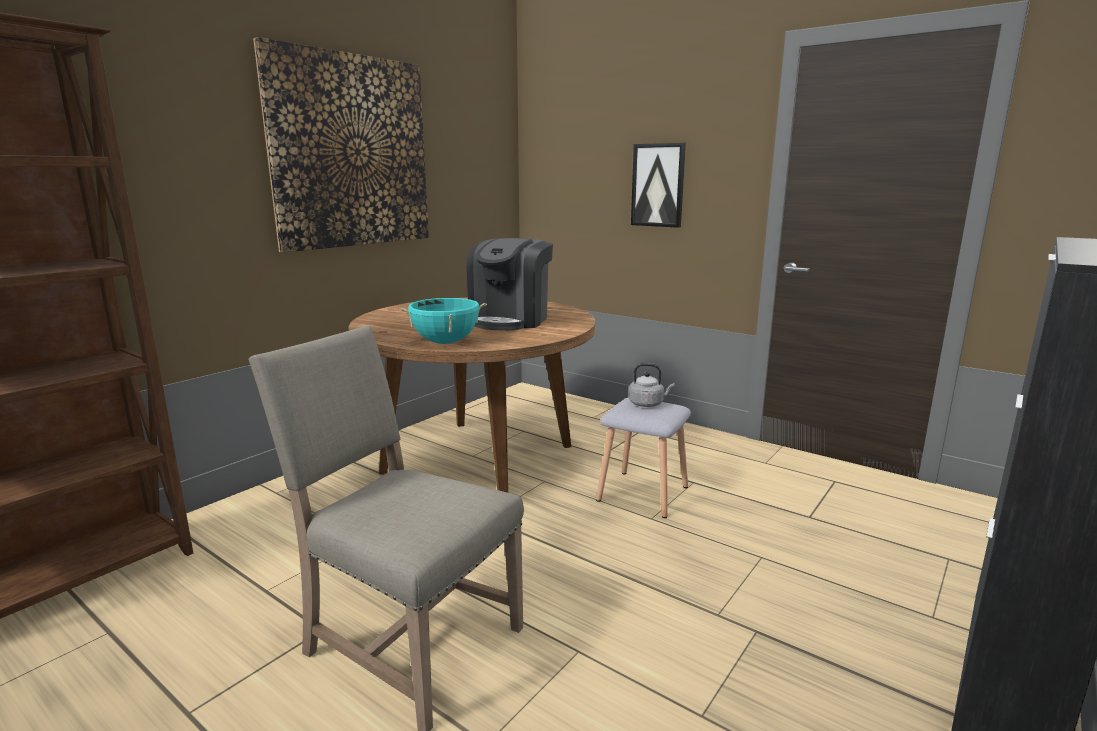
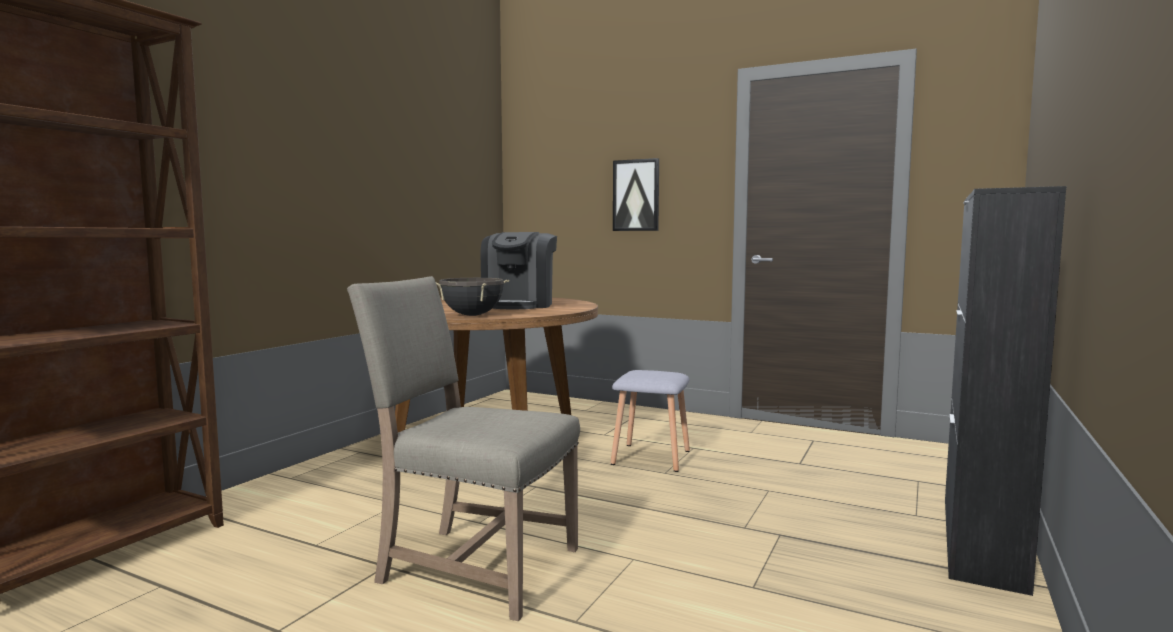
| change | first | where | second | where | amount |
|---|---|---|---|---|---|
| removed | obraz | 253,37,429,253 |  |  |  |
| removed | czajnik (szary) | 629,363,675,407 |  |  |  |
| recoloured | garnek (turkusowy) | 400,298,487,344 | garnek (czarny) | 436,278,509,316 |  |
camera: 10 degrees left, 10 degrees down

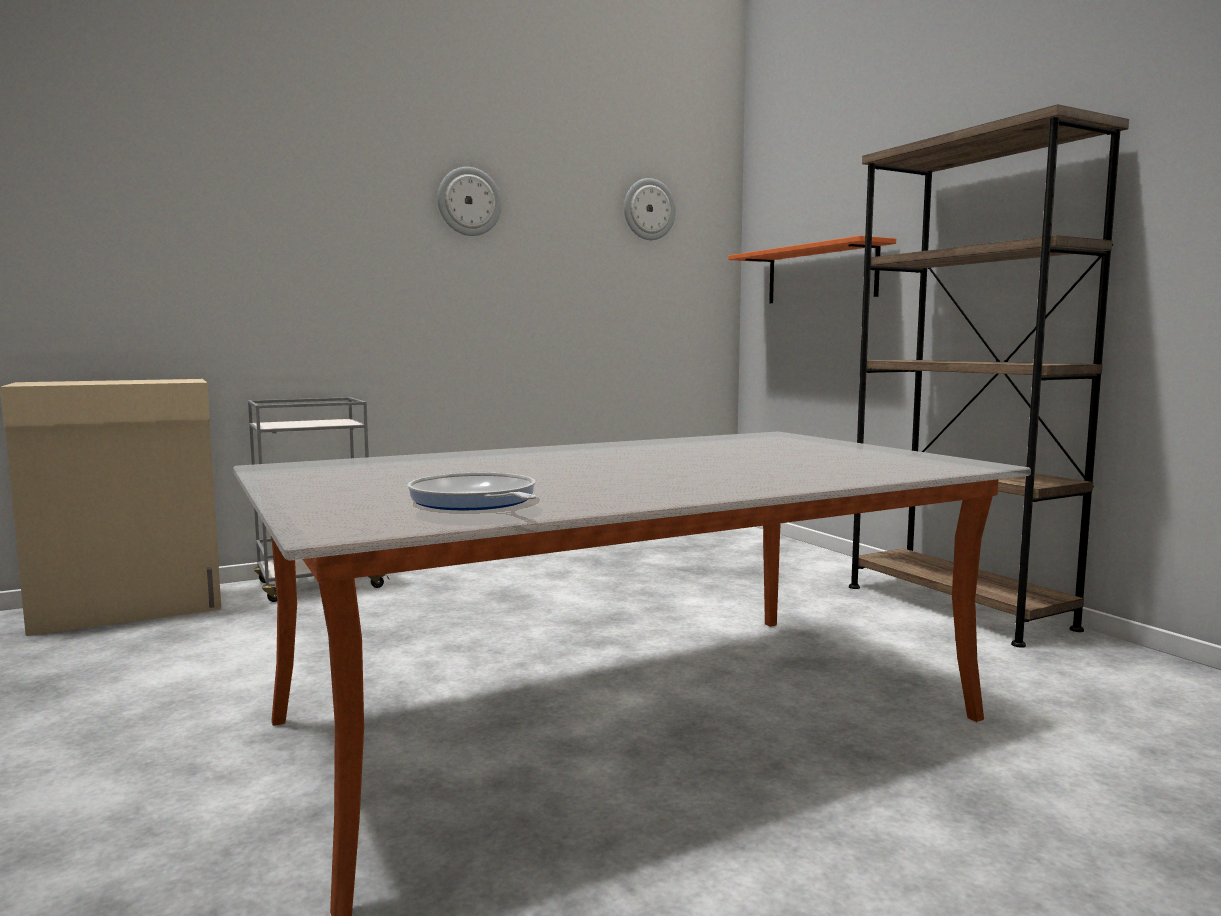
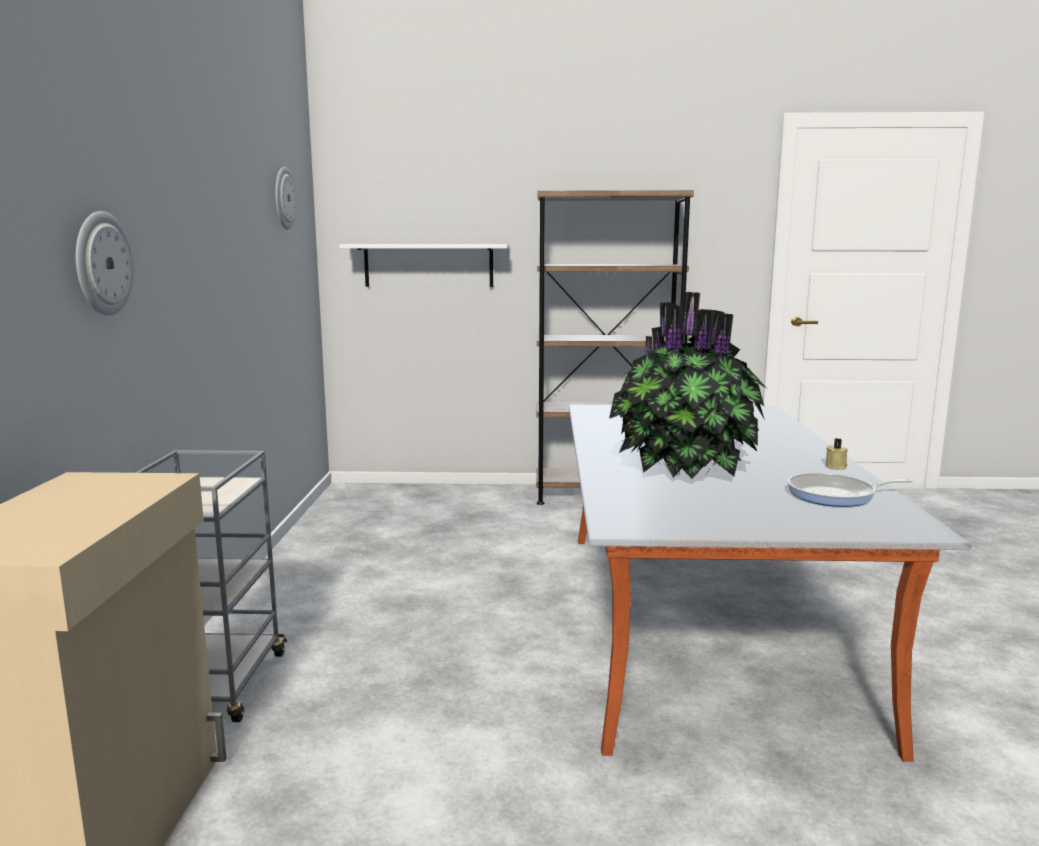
| change | first | where | second | where | amount |
|---|---|---|---|---|---|
| added |  |  | roślina doniczkowa | 609,292,766,479 |  |
| added |  |  | świeca (beżowy) | 826,438,848,470 |  |
| moved | zegar ścienny | 438,167,502,236 |  | 76,211,134,316 |  |
| recoloured | półka (pomarańczowy) | 728,235,896,303 | półka (biały) | 339,244,509,287 |  |
camera: 60 degrees left, 5 degrees up

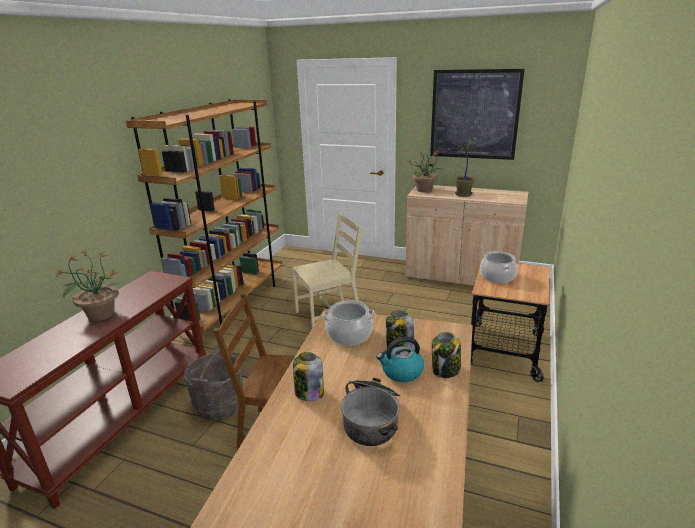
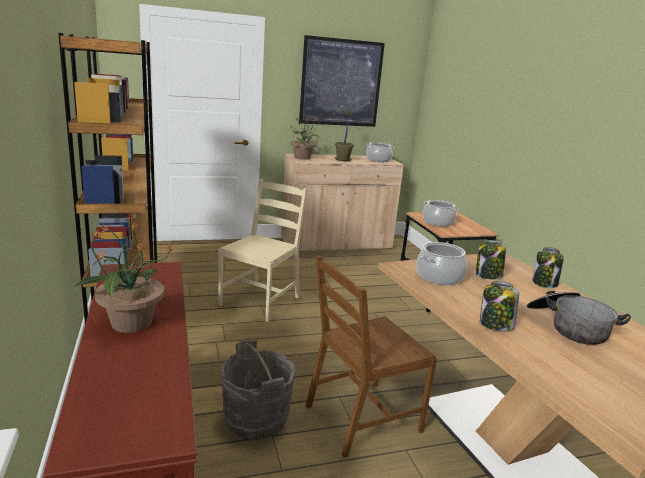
| change | first | where | second | where | amount |
|---|---|---|---|---|---|
| removed | czajnik | 376,337,424,382 |  |  |  |
| added |  |  | garnek | 365,142,395,162 |  |
camera: 40 degrees left, 5 degrees down

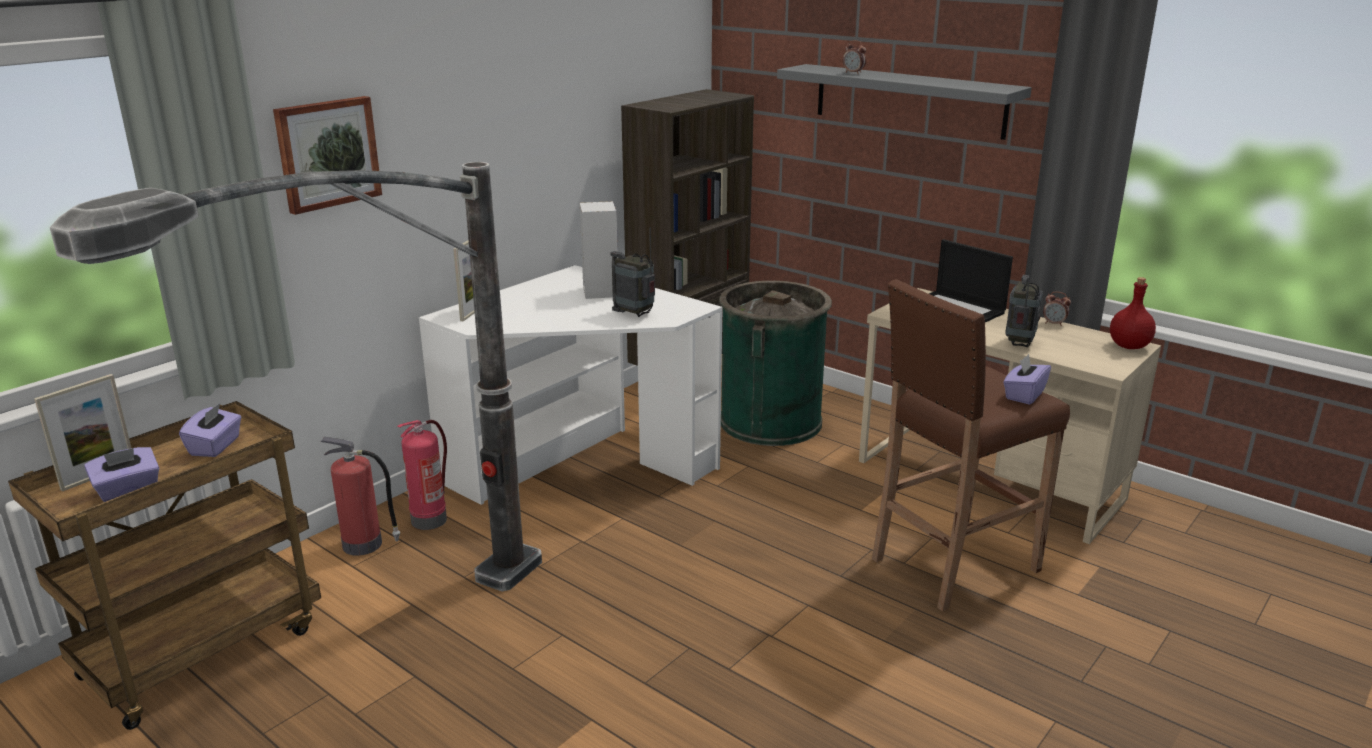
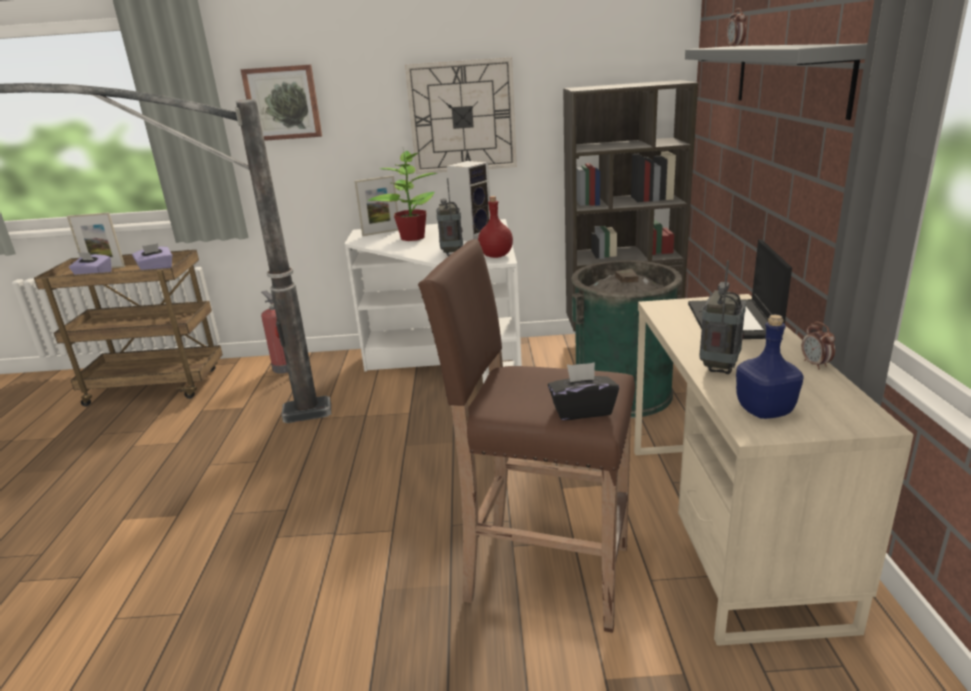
| change | first | where | second | where | amount |
|---|---|---|---|---|---|
| removed | gaśnica | 397,420,447,530 |  |  |  |
| added |  |  | roślina doniczkowa | 367,149,437,241 |  |
| added |  |  | zegar ścienny | 405,57,517,174 |  |
| added |  |  | butelka (niebieski) | 736,315,803,419 |  |
| moved | butelka (czerwony) | 1110,277,1156,349 |  | 478,196,513,258 |  |
| recoloured | pudełko chusteczek (fioletowy) | 1003,354,1051,405 | pudełko chusteczek (czarny) | 548,362,619,420 |  |
| turned | radio | 1005,258,1043,347 |  | 699,260,746,374 | 45 degrees counterclockwise |
camera: 50 degrees right, 0 degrees up

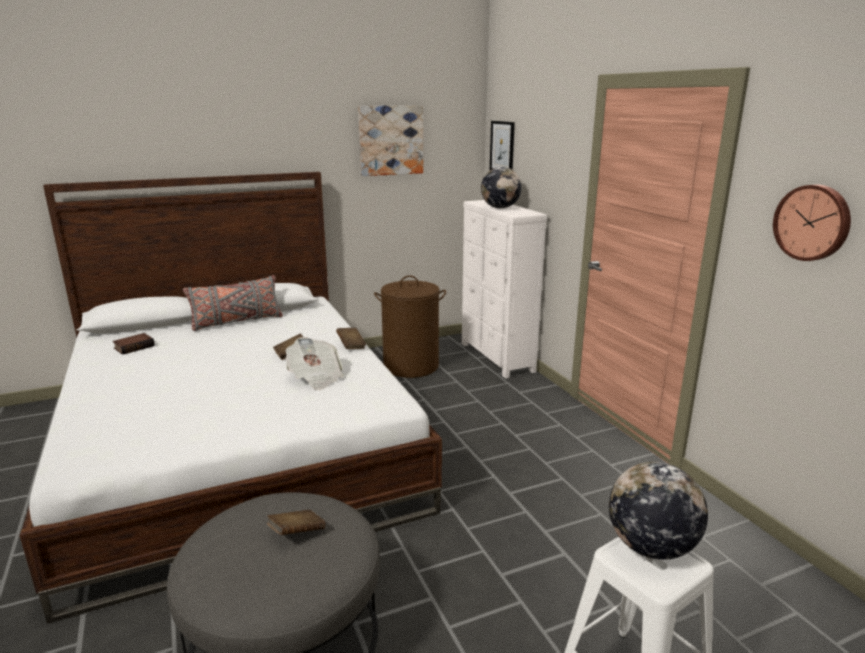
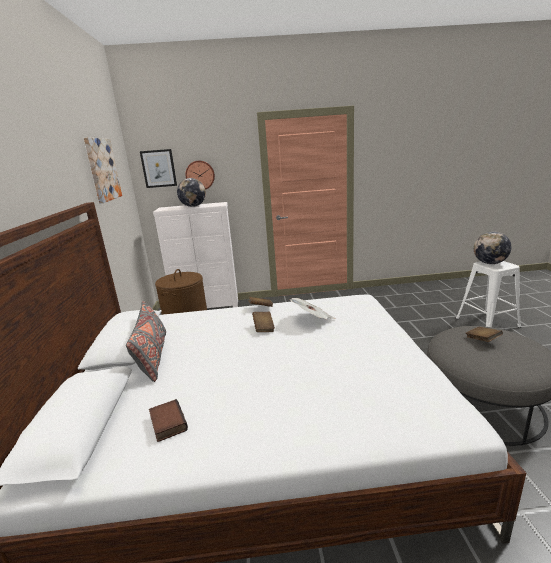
| change | first | where | second | where | amount |
|---|---|---|---|---|---|
| moved | zegar ścienny | 773,185,851,261 |  | 185,161,215,190 |  |
camera: 70 degrees left, 0 degrees up

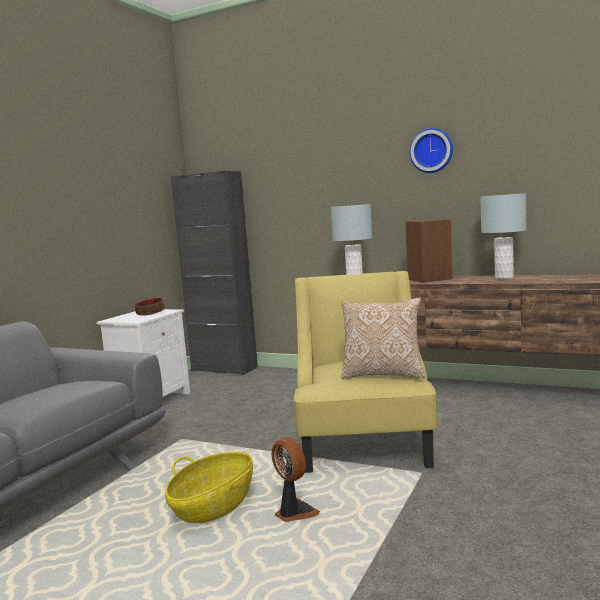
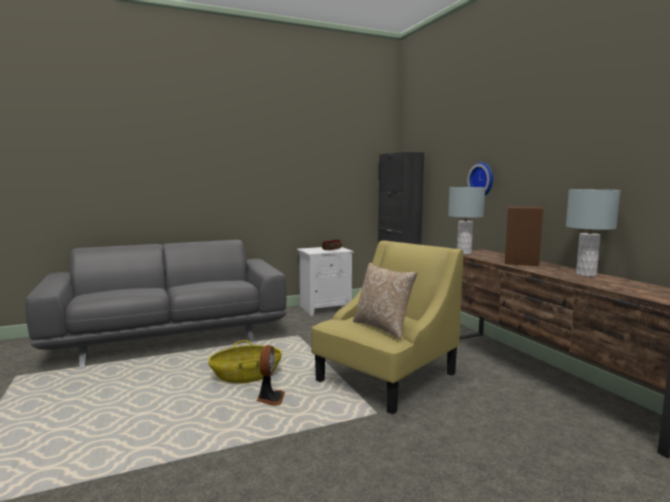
| change | first | where | second | where | amount |
|---|---|---|---|---|---|
| moved | zegar ścienny | 410,128,453,173 |  | 467,162,493,196 |  |
camera: 40 degrees right, 0 degrees up

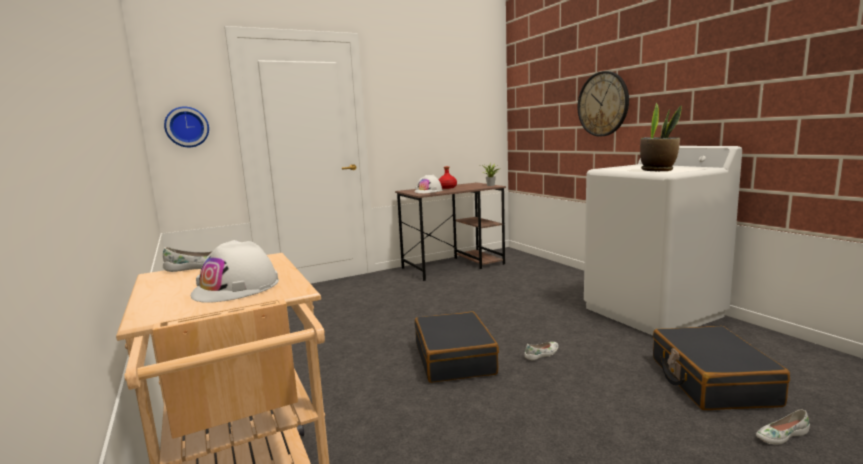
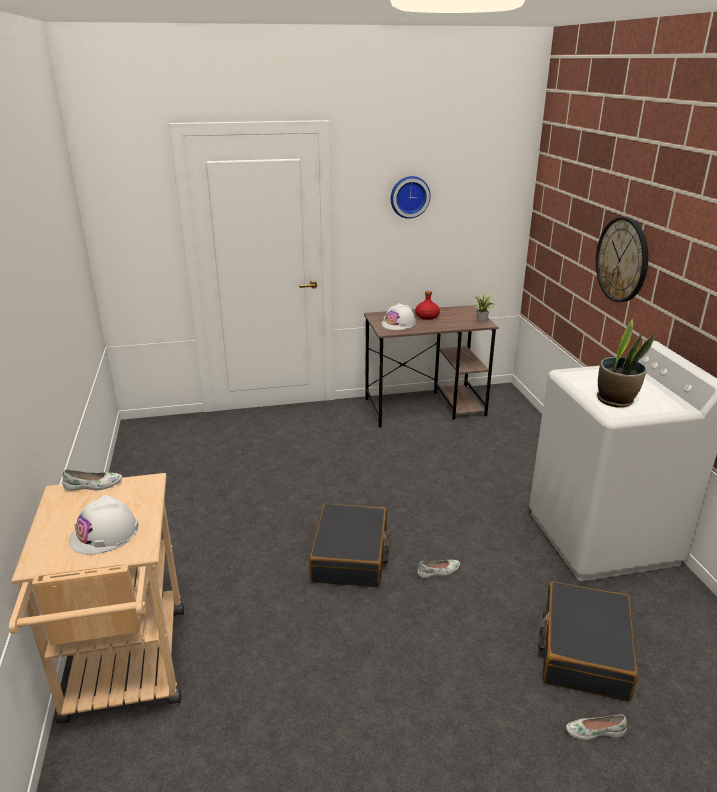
| change | first | where | second | where | amount |
|---|---|---|---|---|---|
| moved | zegar ścienny | 164,107,209,147 |  | 391,176,430,219 |  |
camera: 15 degrees right, 15 degrees up

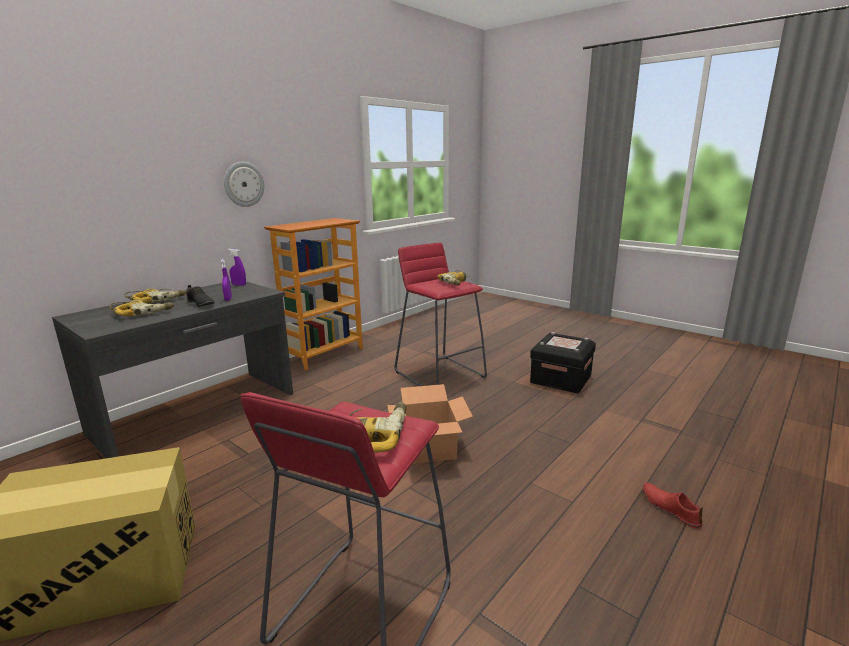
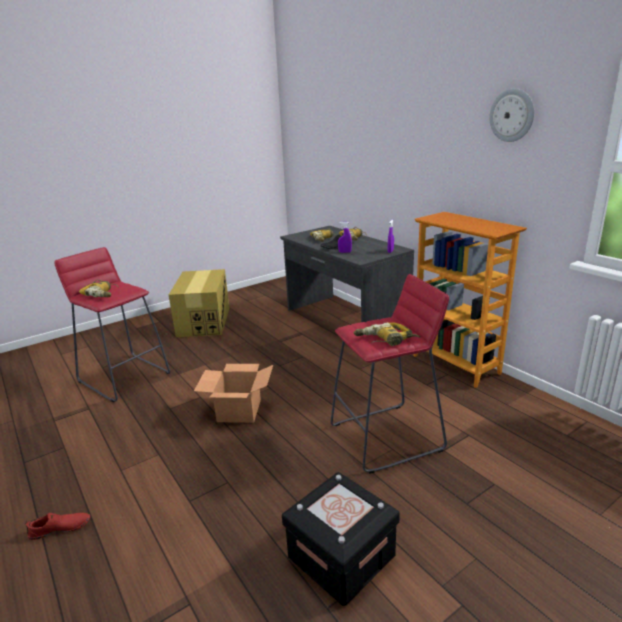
| change | first | where | second | where | amount |
|---|---|---|---|---|---|
| moved | zegar ścienny | 224,162,264,207 |  | 489,88,534,142 |  |
camera: 105 degrees right, 5 degrees up

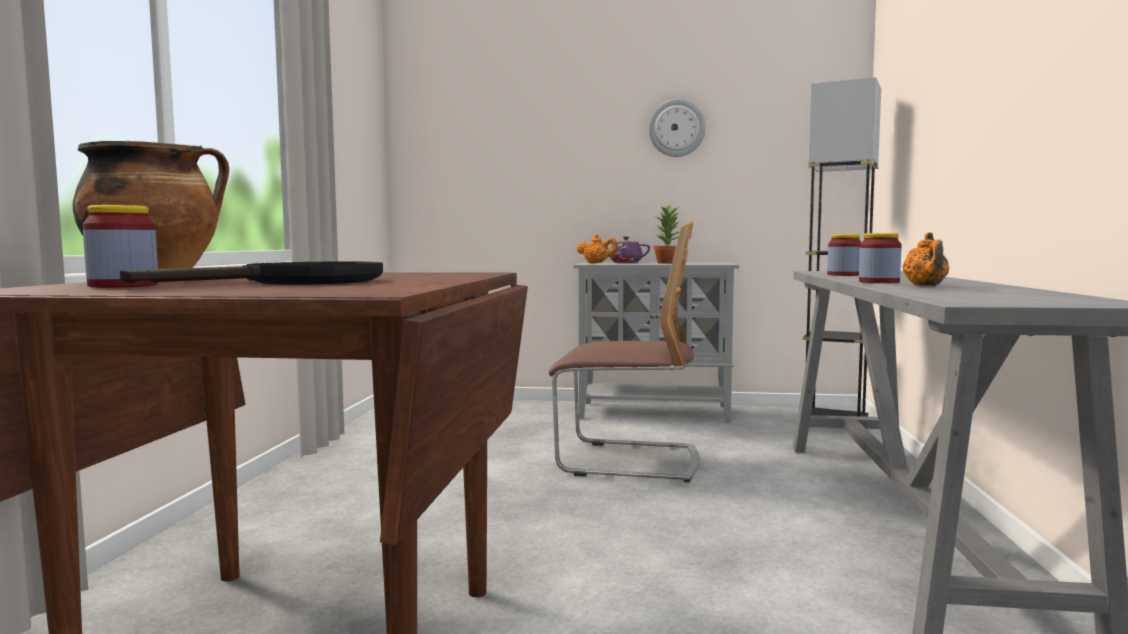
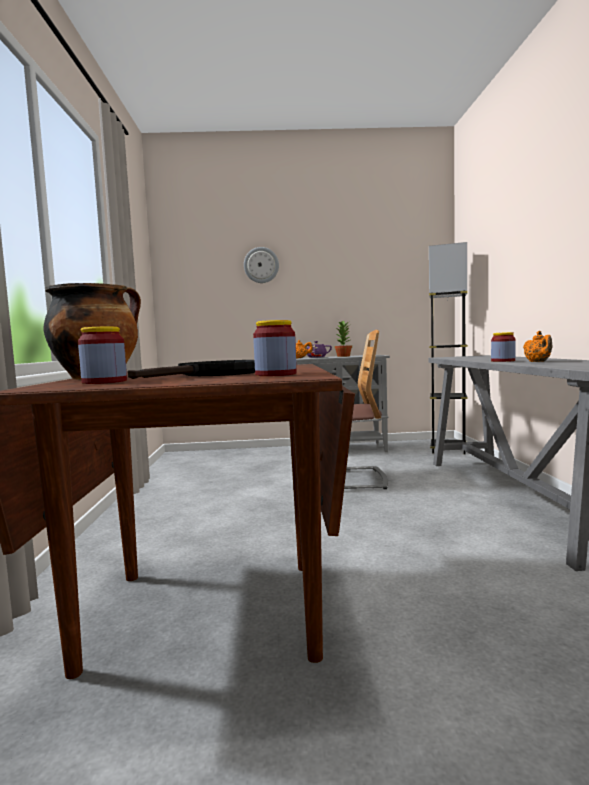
| change | first | where | second | where | amount |
|---|---|---|---|---|---|
| moved | zegar ścienny | 649,99,706,157 |  | 244,247,279,283 |  |
| moved | słoik | 827,234,862,276 |  | 253,320,297,376 |  |
camera: 10 degrees left, 0 degrees up

